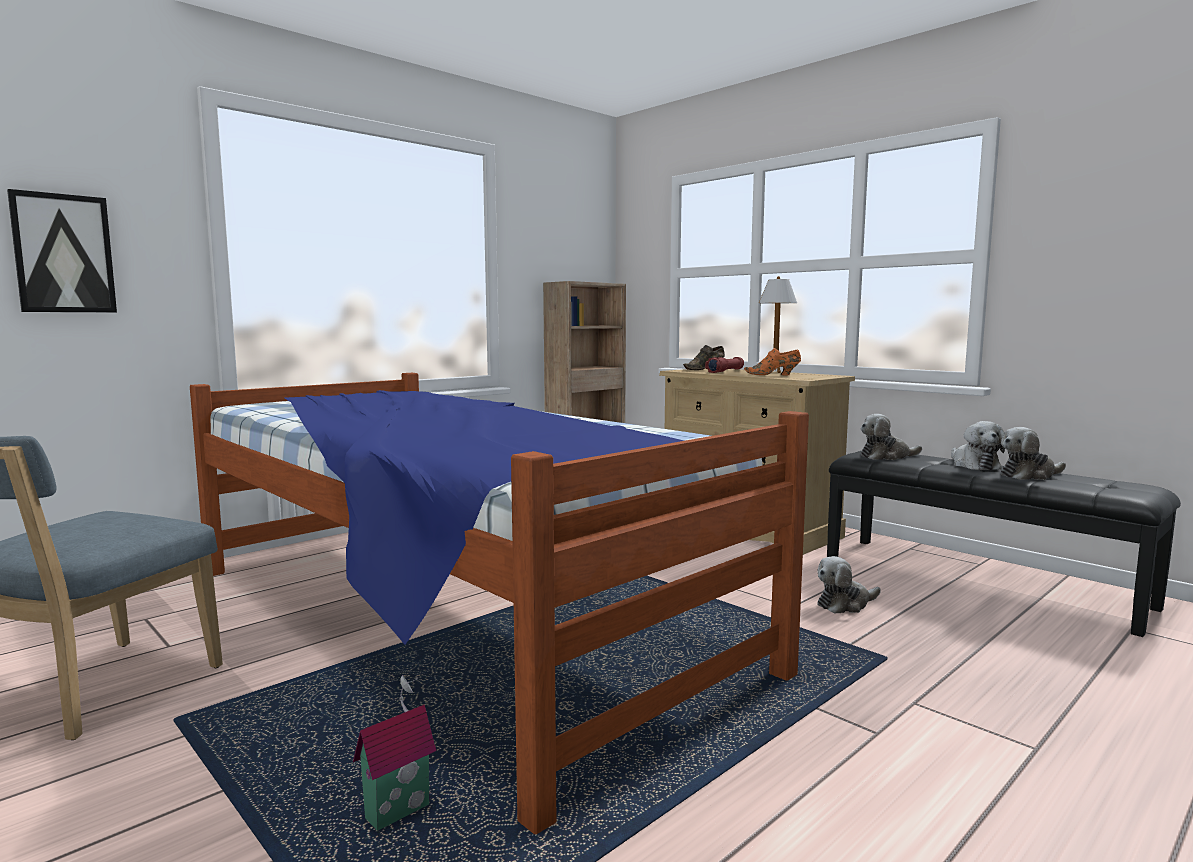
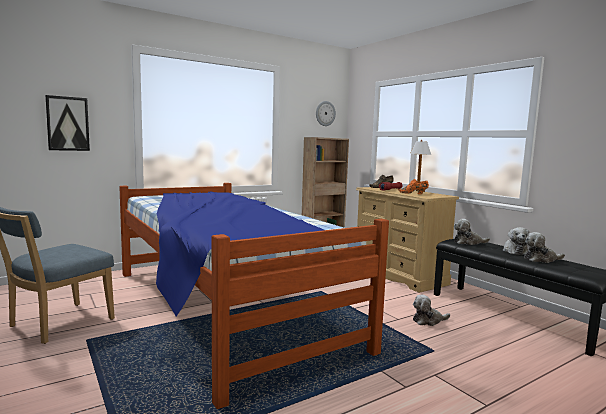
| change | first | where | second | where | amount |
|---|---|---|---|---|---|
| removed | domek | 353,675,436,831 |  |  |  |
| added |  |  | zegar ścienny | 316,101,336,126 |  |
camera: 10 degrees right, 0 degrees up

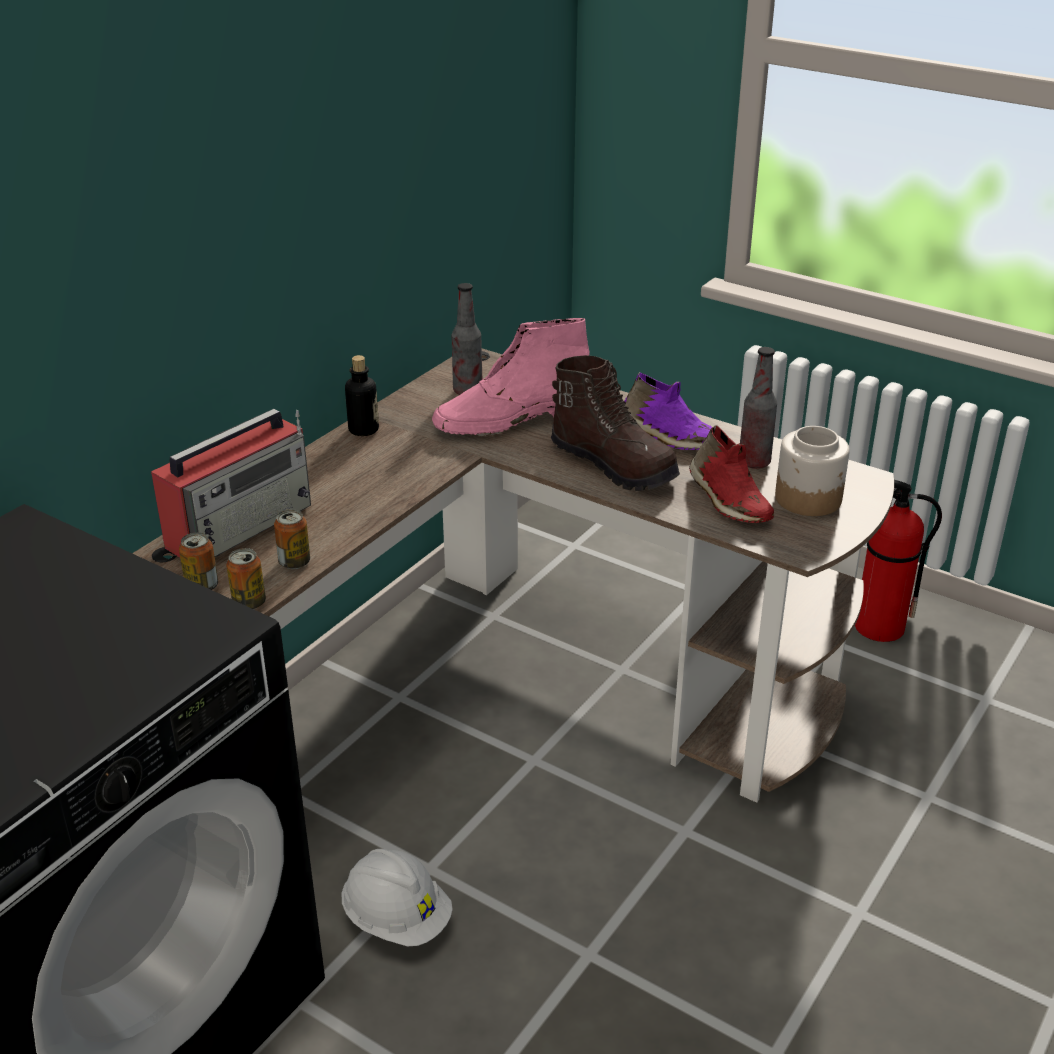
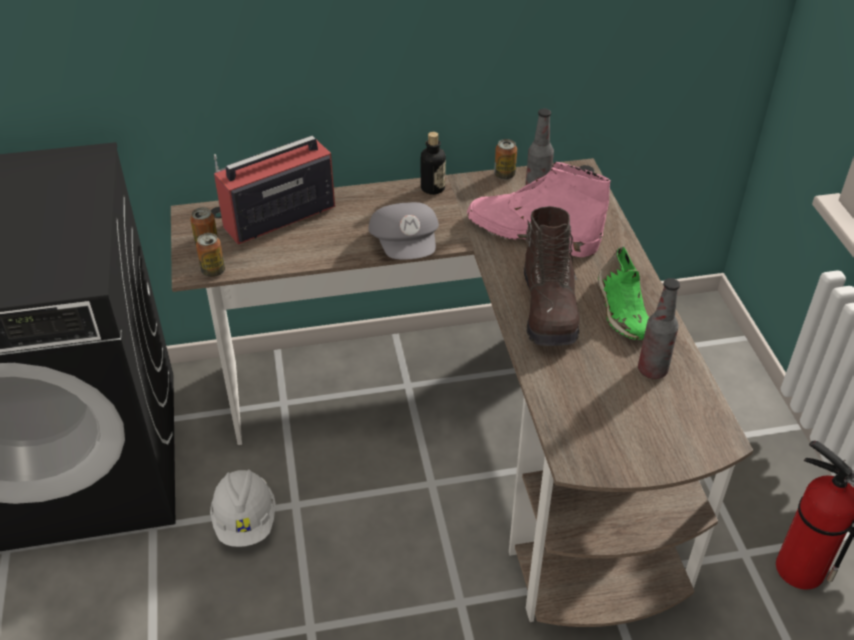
| change | first | where | second | where | amount |
|---|---|---|---|---|---|
| removed | but (czerwony) | 689,425,774,523 |  |  |  |
| removed | słoik | 775,426,850,516 |  |  |  |
| added |  |  | czapka z daszkiem (szary) | 368,202,439,260 |  |
| moved | puszka | 274,509,310,569 |  | 494,139,517,180 |  |
| recoloured | but (fioletowy) | 625,372,712,450 | but (zielony) | 598,246,649,340 |  |
| turned | radio | 151,409,311,558 |  | 214,136,335,244 | 150 degrees clockwise |
camera: 45 degrees right, 10 degrees up

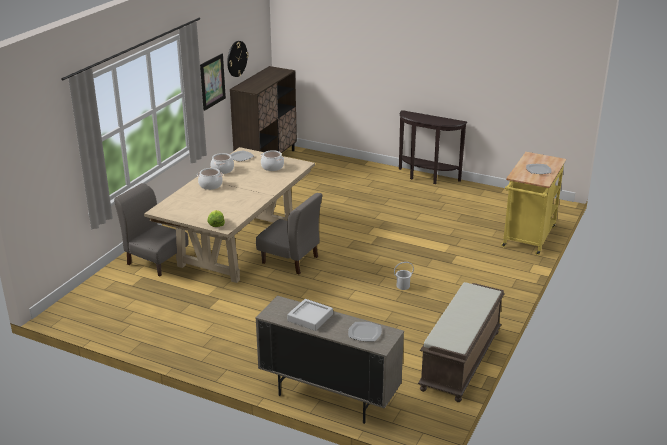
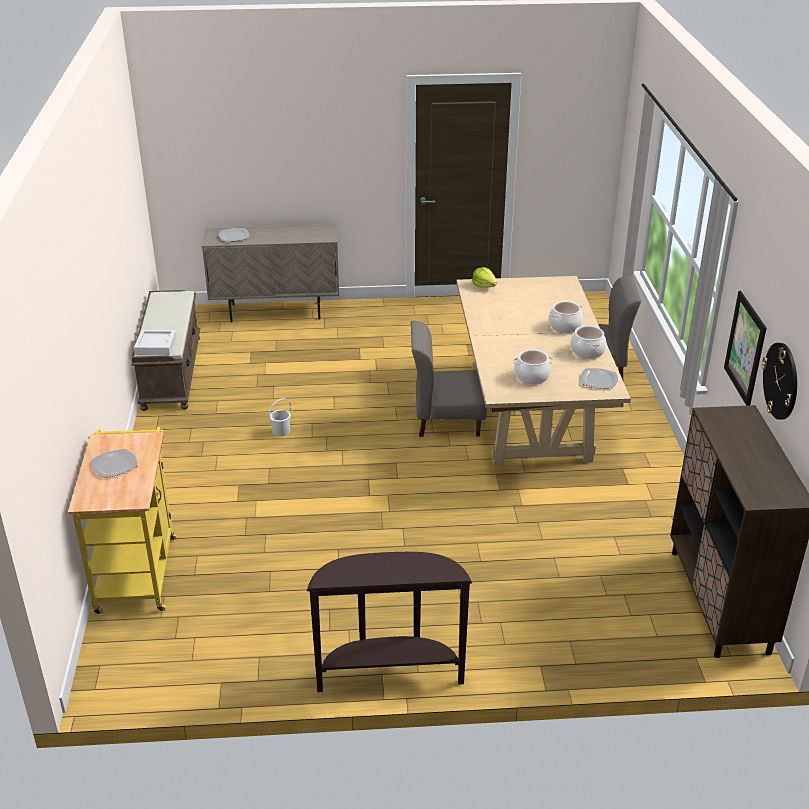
| change | first | where | second | where | amount |
|---|---|---|---|---|---|
| moved | taca (szary) | 287,299,333,331 |  | 134,330,177,355 |  |
camera: 150 degrees right, 5 degrees up

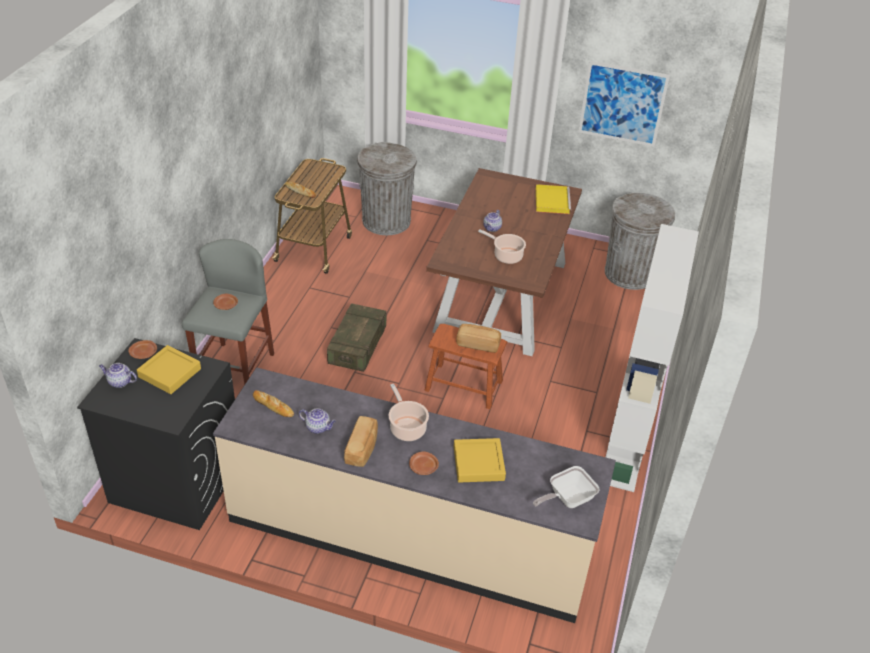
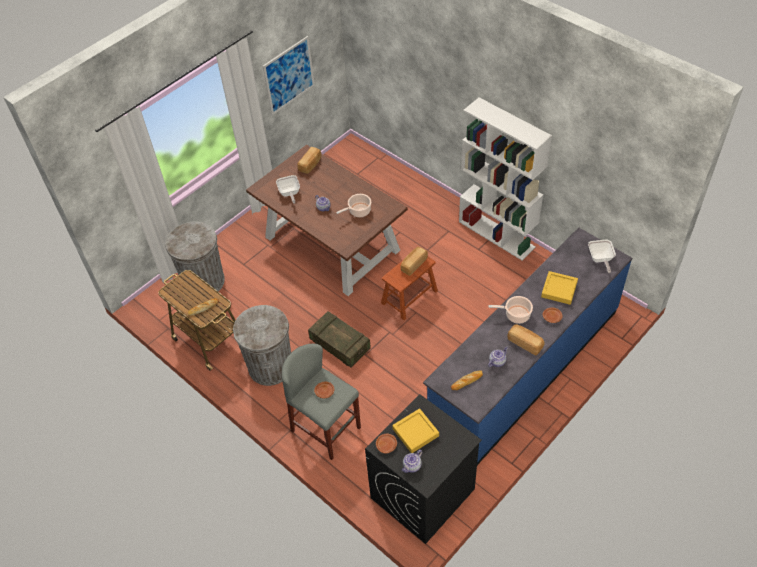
| change | first | where | second | where | amount |
|---|---|---|---|---|---|
| added |  |  | patelnia | 276,175,300,204 |  |
| moved | kosz na śmieci (szary) | 605,193,675,290 |  | 233,305,291,386 |  |
| replaced | taca (żółty) | 536,184,571,214 | chleb | 297,147,321,174 |  |
| recoloured | zabudowa kuchenna (beżowy) | 213,367,616,623 | zabudowa kuchenna (niebieski) | 423,228,632,465 |  |
camera: 60 degrees left, 10 degrees up

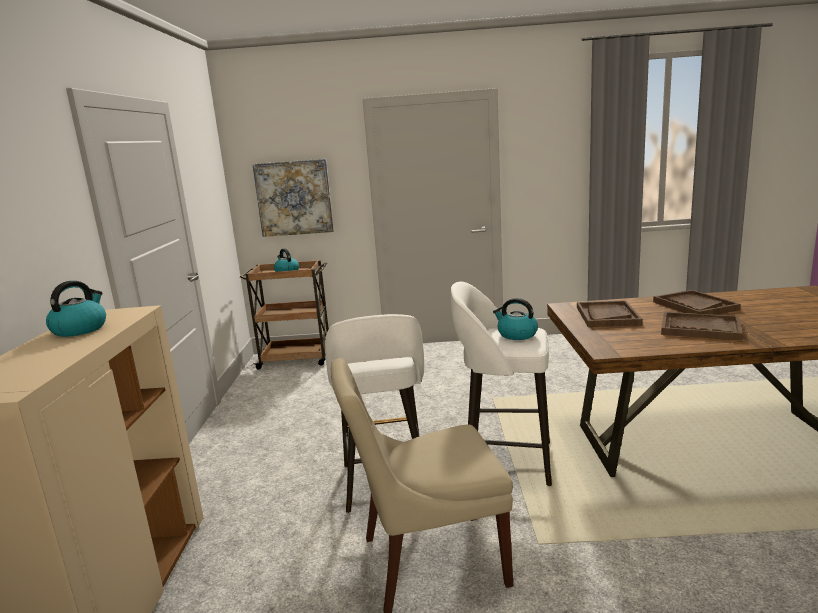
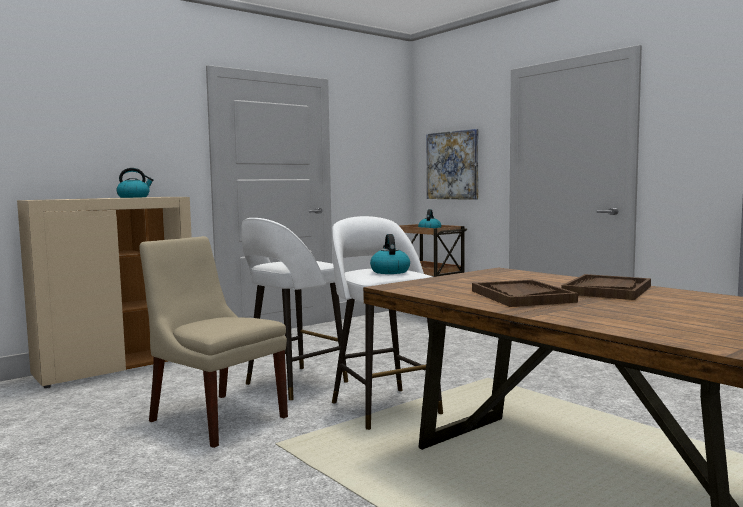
| change | first | where | second | where | amount |
|---|---|---|---|---|---|
| removed | taca (brązowy) | 577,300,643,327 |  |  |  |
camera: 50 degrees right, 10 degrees down

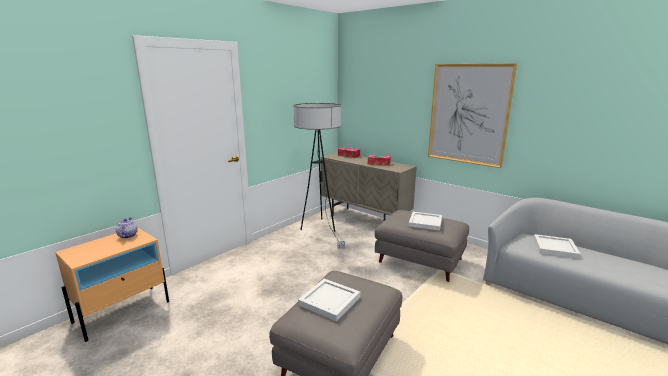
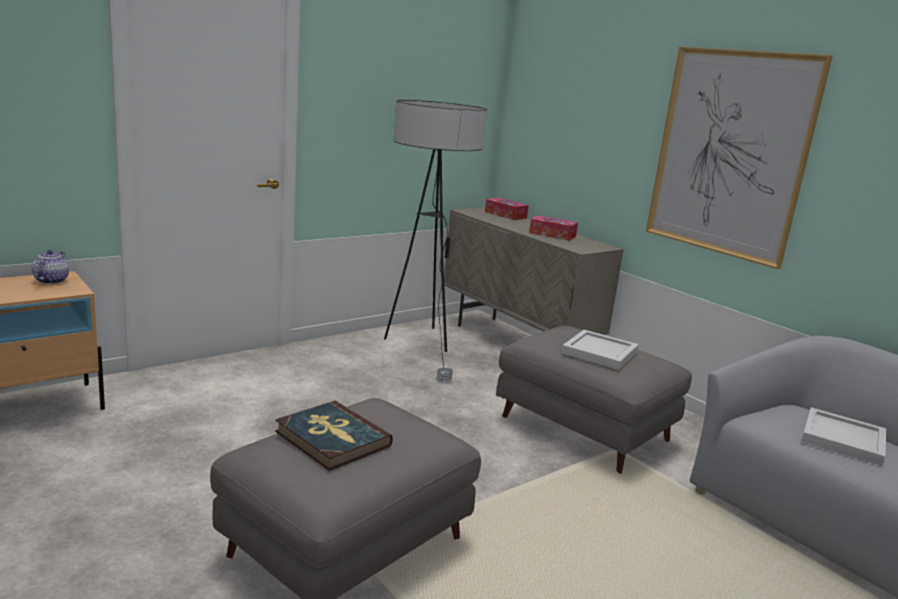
| change | first | where | second | where | amount |
|---|---|---|---|---|---|
| replaced | taca (biały) | 298,279,361,322 | książka | 275,401,393,471 |  |
camera: 10 degrees right, 0 degrees up

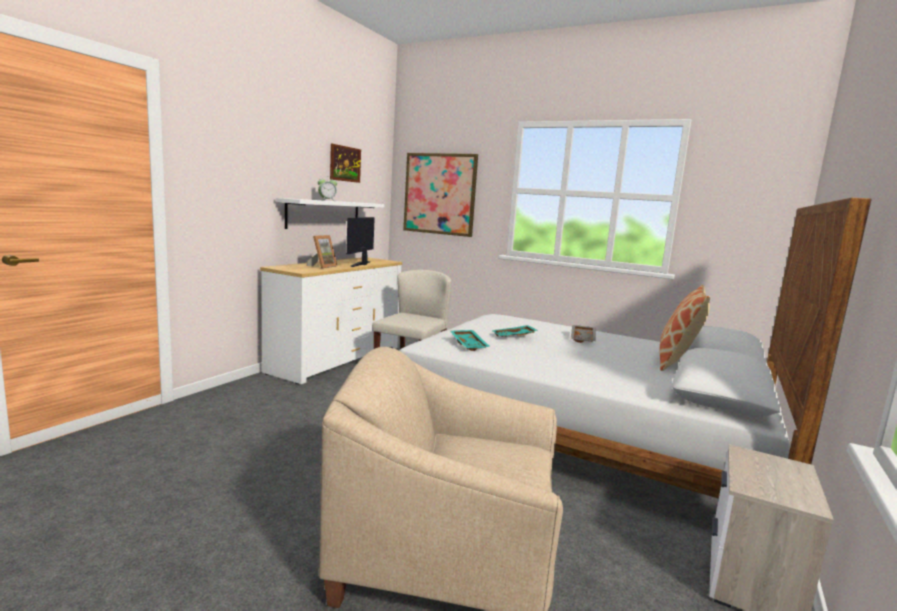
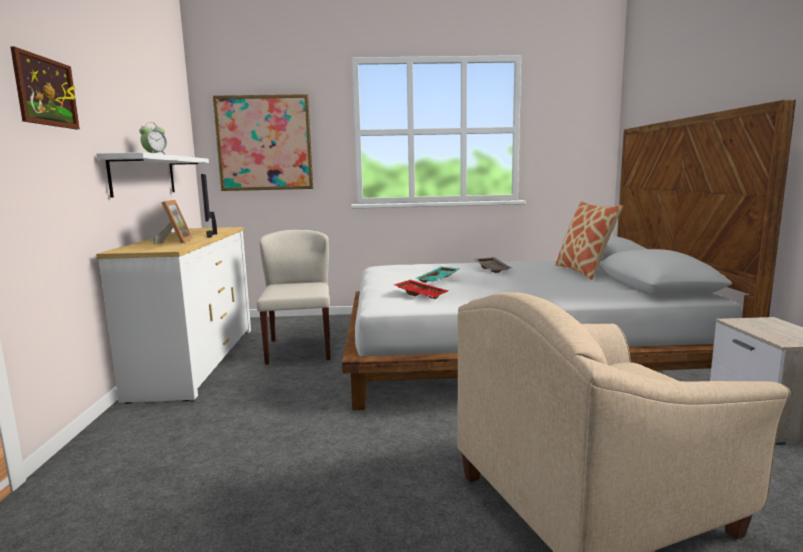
| change | first | where | second | where | amount |
|---|---|---|---|---|---|
| moved | obraz | 330,144,361,183 |  | 10,47,80,129 |  |
| recoloured | taca (turkusowy) | 450,330,490,351 | taca (czerwony) | 394,280,449,299 |  |
camera: 30 degrees left, 0 degrees up

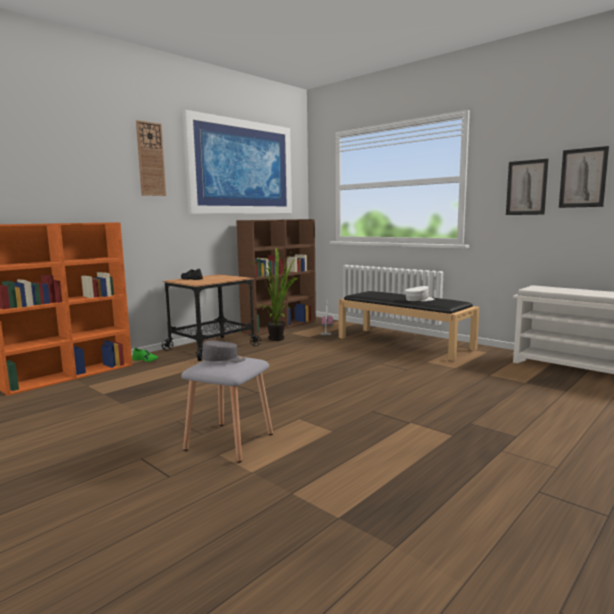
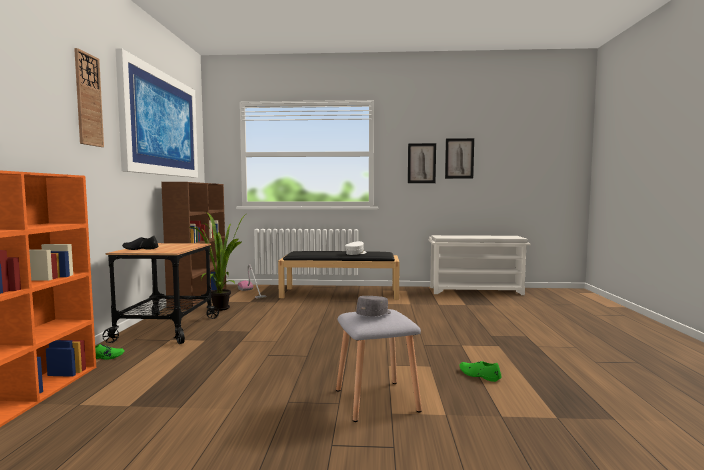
| change | first | where | second | where | amount |
|---|---|---|---|---|---|
| added |  |  | but (zielony) | 459,361,502,382 |  |
camera: 40 degrees left, 5 degrees down

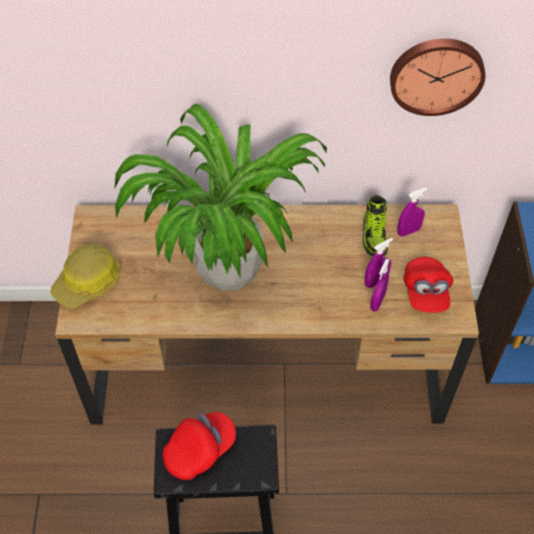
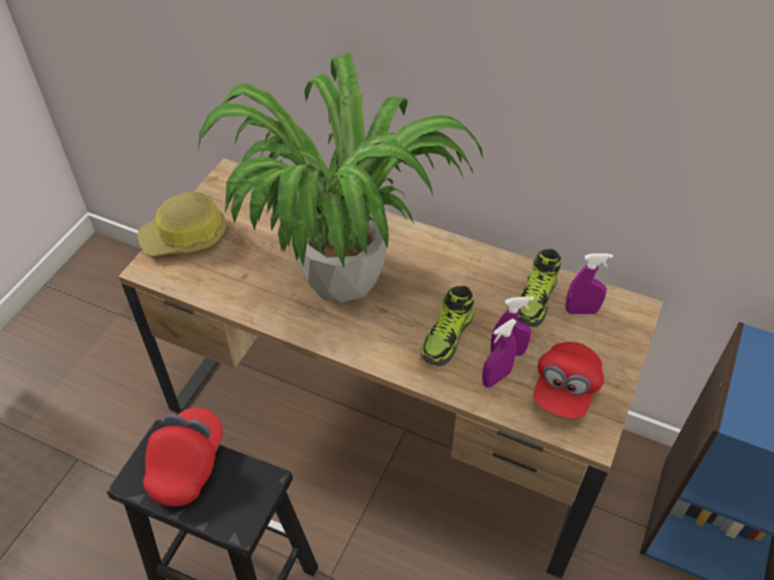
| change | first | where | second | where | amount |
|---|---|---|---|---|---|
| removed | zegar ścienny | 390,38,485,116 |  |  |  |
| added |  |  | but | 420,286,474,367 |  |
| turned | czapka z daszkiem (czerwony) | 163,412,236,480 |  | 143,407,223,506 | 60 degrees counterclockwise |
camera: 25 degrees right, 5 degrees down

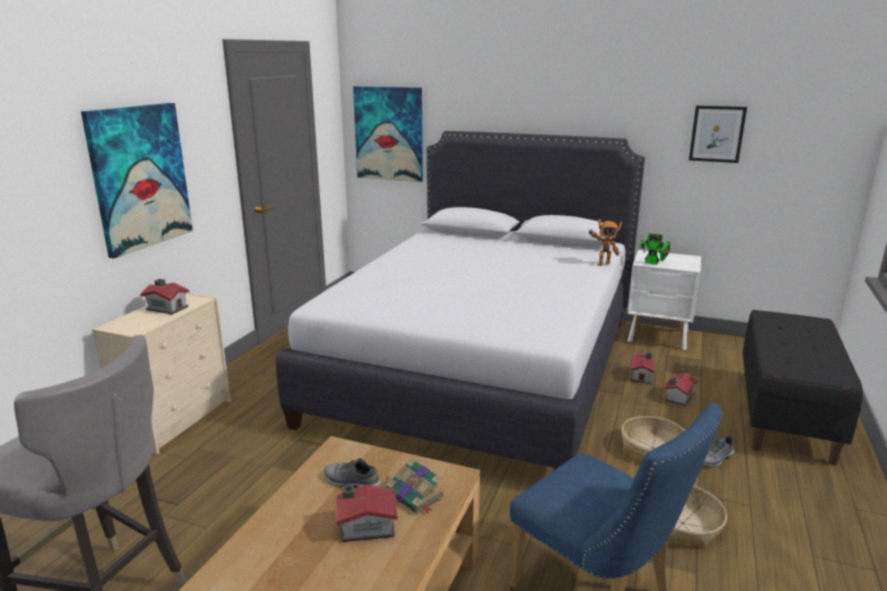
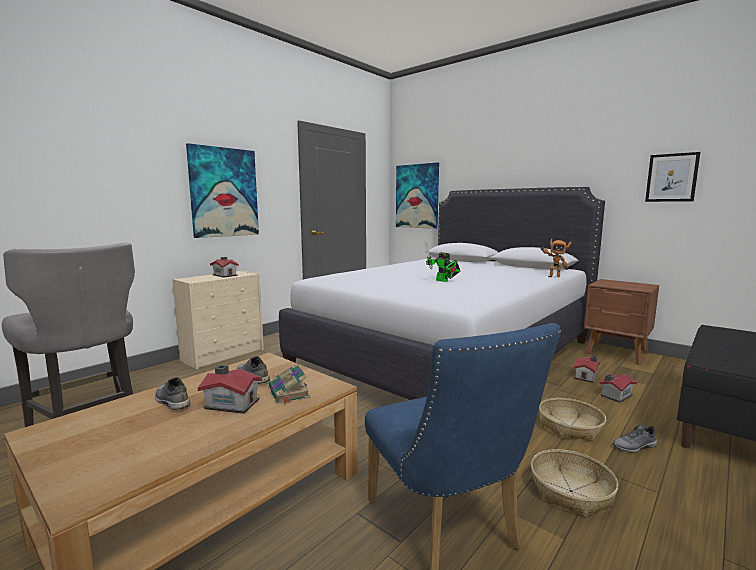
| change | first | where | second | where | amount |
|---|---|---|---|---|---|
| added |  |  | but (szary) | 155,377,191,410 |  |
| moved | robot zabawkowy | 640,225,670,265 |  | 425,241,460,282 |  |
| recoloured | szafka nocna (biały) | 627,250,701,350 | szafka nocna (brązowy) | 584,279,659,365 |  |
camera: 20 degrees right, 10 degrees down

